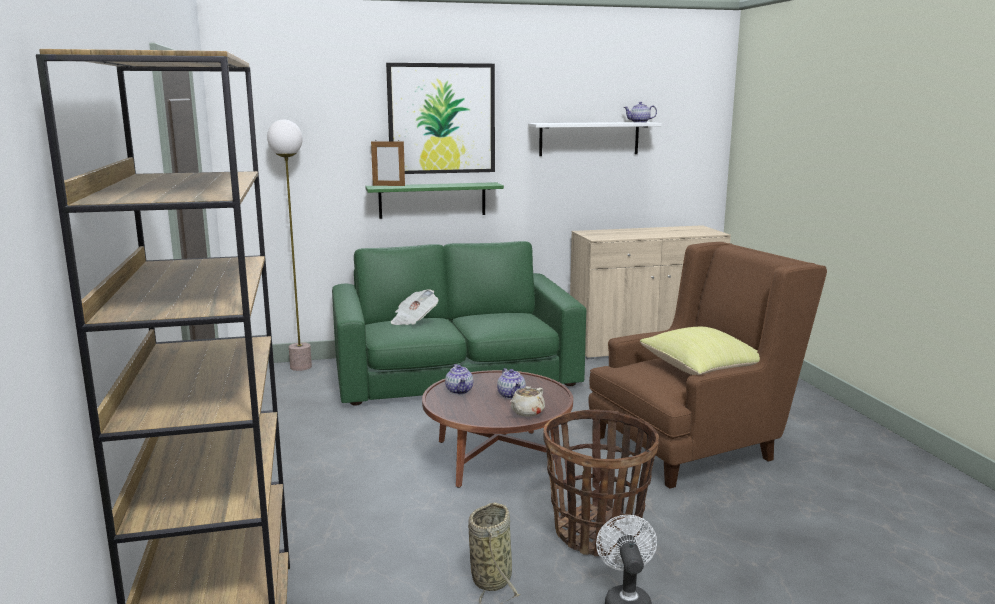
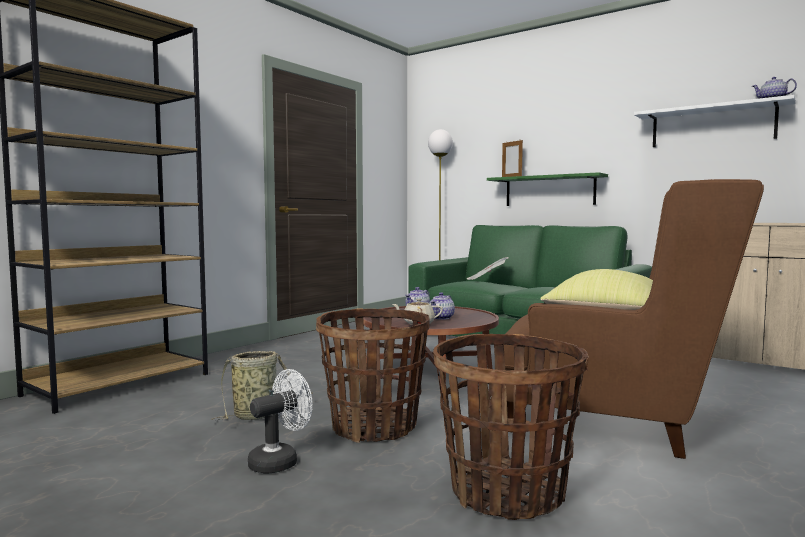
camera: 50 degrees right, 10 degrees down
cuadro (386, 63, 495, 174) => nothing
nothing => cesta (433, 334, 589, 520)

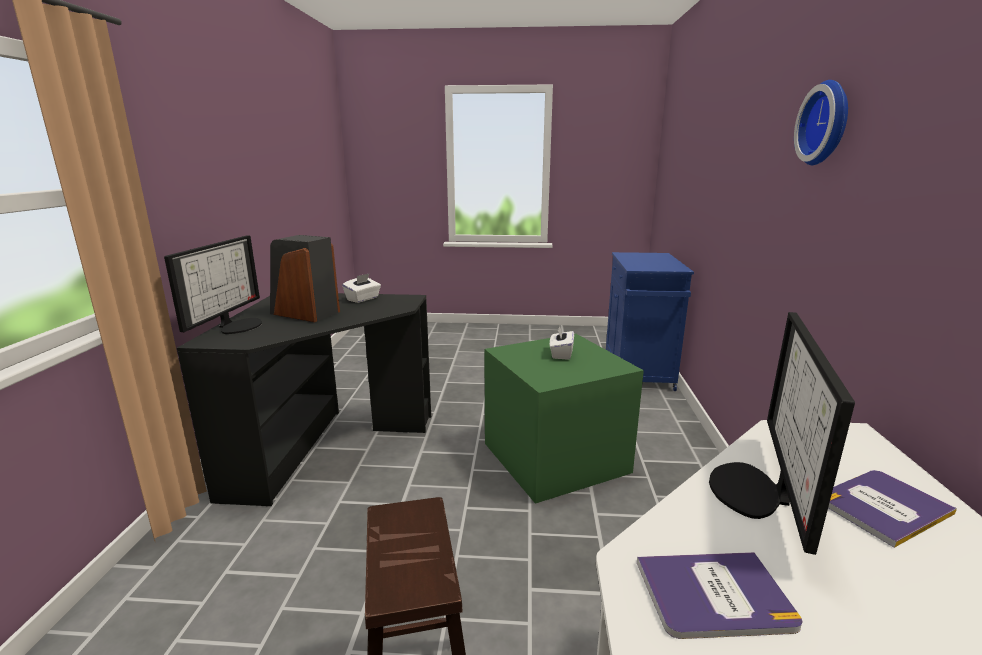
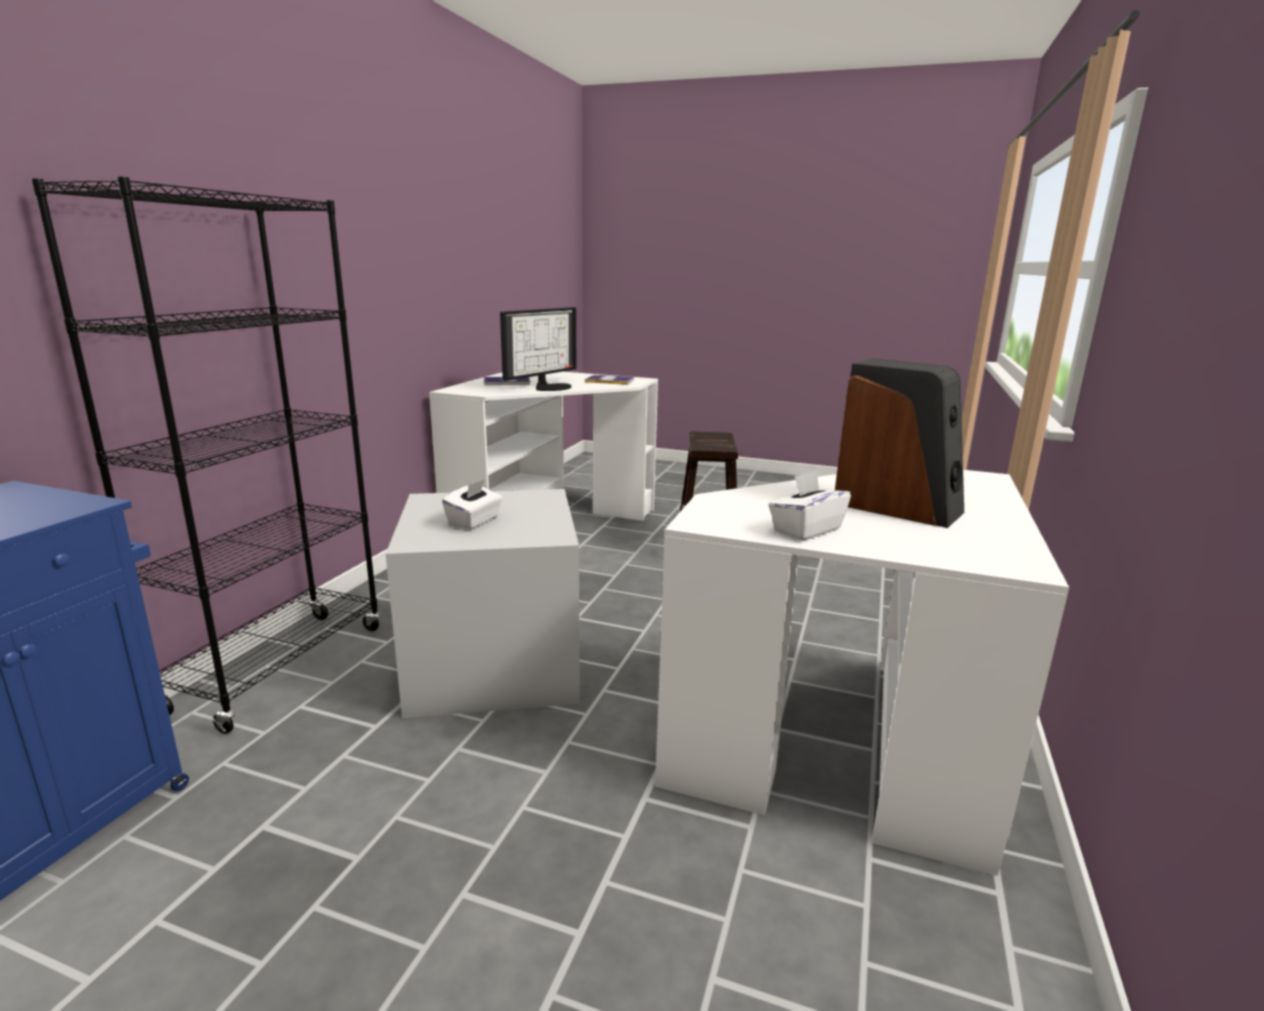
camera: 165 degrees left, 0 degrees up
monitor (164, 235, 262, 334) => nothing
reloj de pared (794, 80, 848, 165) => nothing
nothing => estantería [negro] (31, 176, 380, 734)
escritorio [negro] (177, 293, 431, 506) => escritorio [blanco] (655, 470, 1069, 876)
caja de almacenaje [verde] (484, 334, 644, 504) => caja de almacenaje [gris] (386, 489, 580, 718)

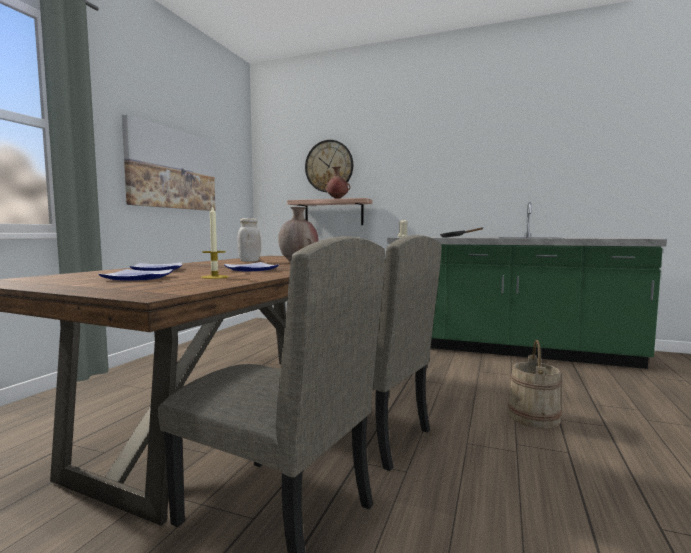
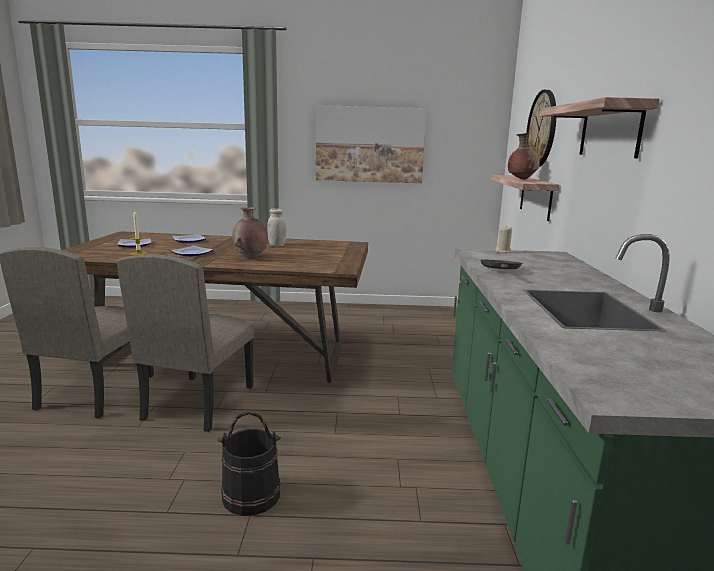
camera: 70 degrees right, 10 degrees up
nothing => estante (540, 97, 660, 158)
cubo [beis] (508, 340, 562, 429) => cubo [negro] (217, 411, 281, 516)

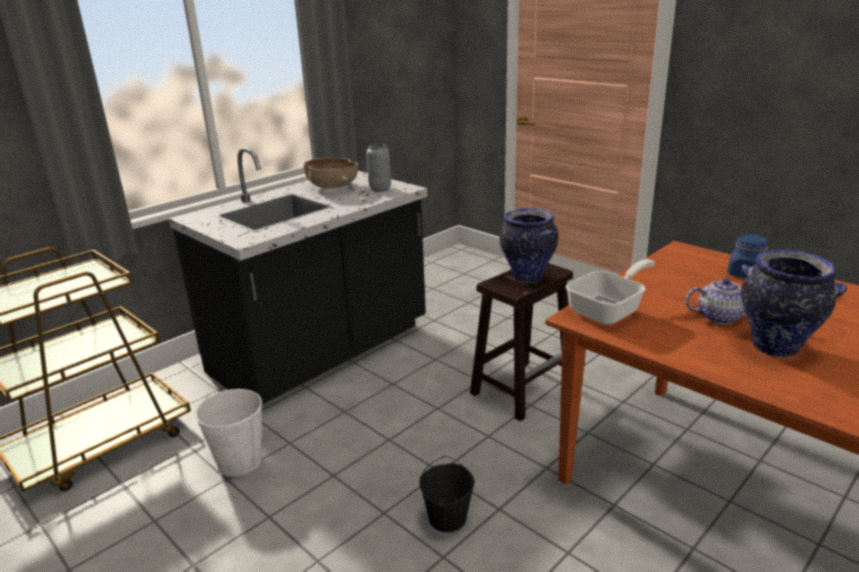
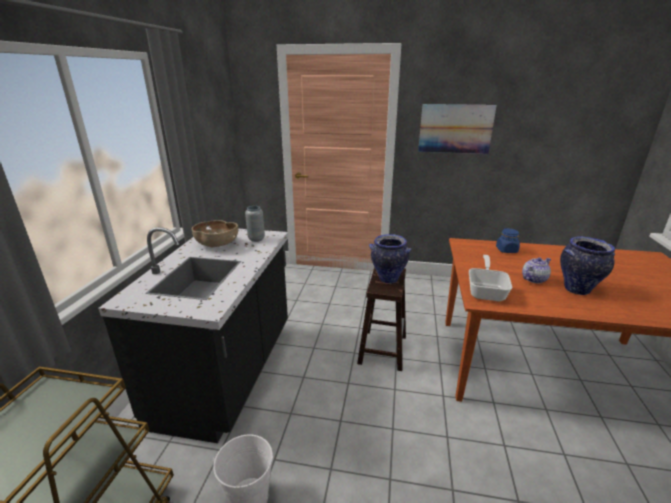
camera: 35 degrees left, 0 degrees up
cubo [negro] (420, 456, 474, 532) => nothing
nothing => cuadro (418, 104, 497, 154)

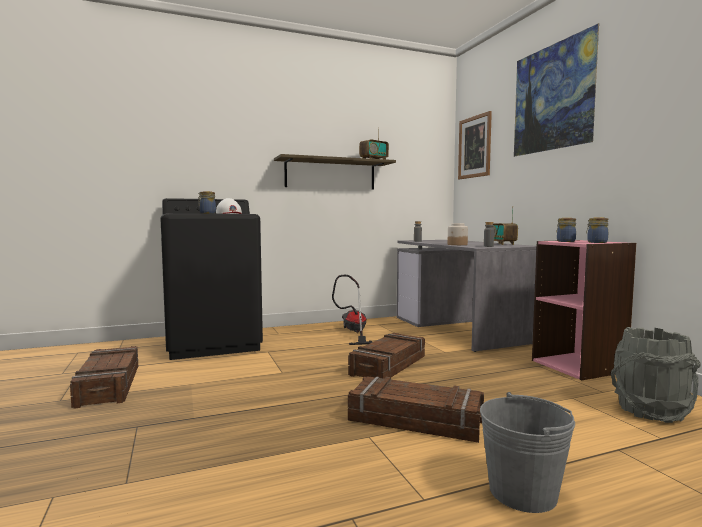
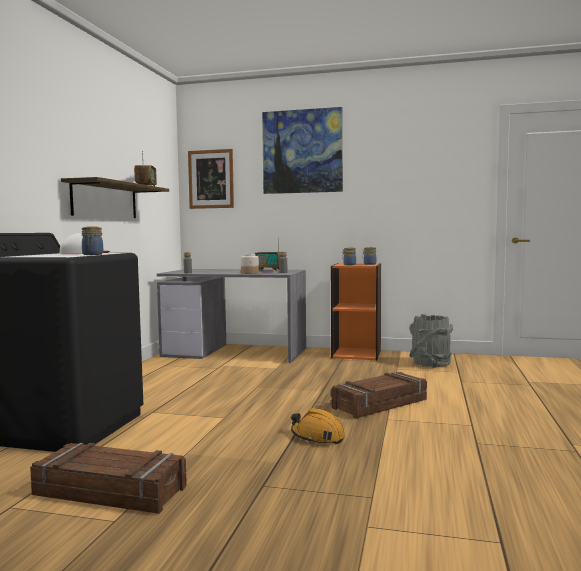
camera: 55 degrees left, 0 degrees up
aspiradora (332, 275, 372, 345) => nothing
caja de embalaje (348, 333, 425, 379) => nothing
cubo [gris] (480, 392, 575, 513) => nothing
nothing => casco [naranja] (291, 408, 345, 444)
estantería [rosa] (532, 240, 636, 381) => estantería [naranja] (331, 263, 381, 360)

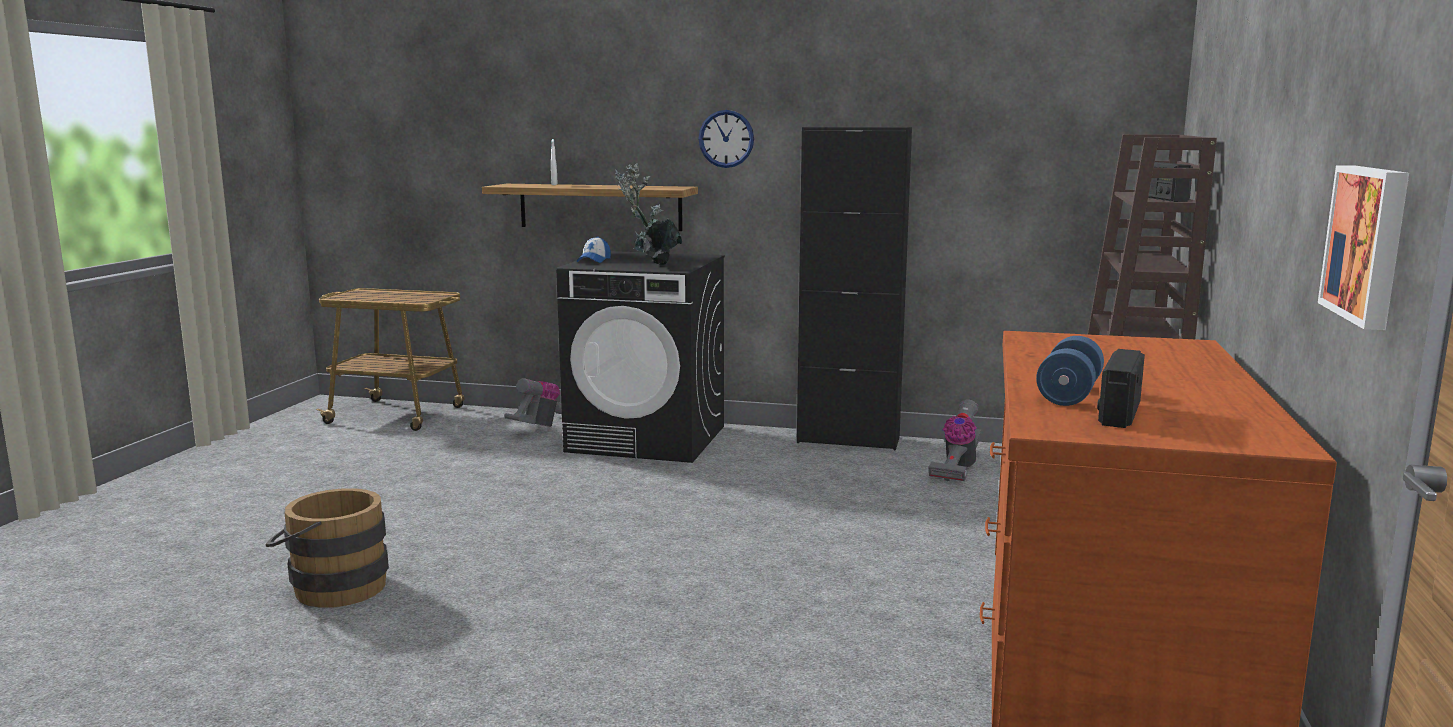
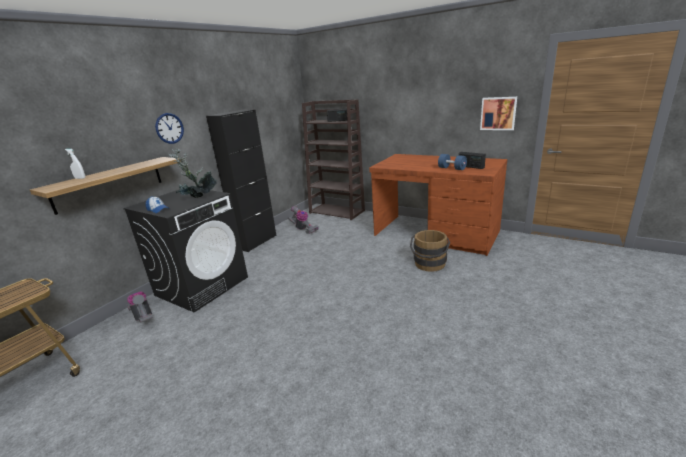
camera: 70 degrees left, 10 degrees up
cubo [marrón] (265, 488, 389, 608) => cubo [marrón] (410, 230, 450, 272), shifted

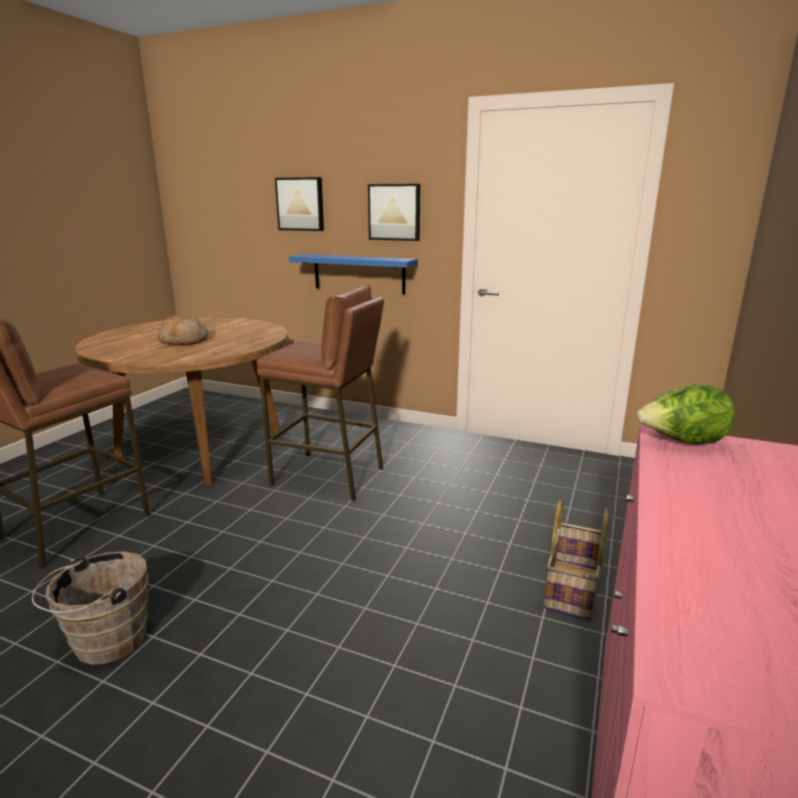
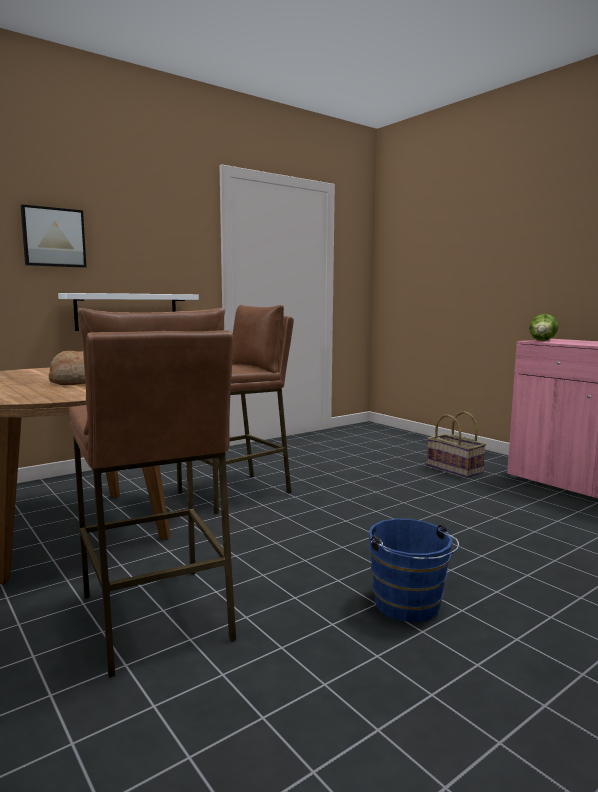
camera: 60 degrees left, 10 degrees down
cuadro (368, 184, 420, 241) => nothing
cubo [marrón] (32, 551, 148, 665) => cubo [azul] (369, 518, 459, 622)
estante [azul] (289, 254, 418, 294) => estante [blanco] (58, 293, 199, 331)

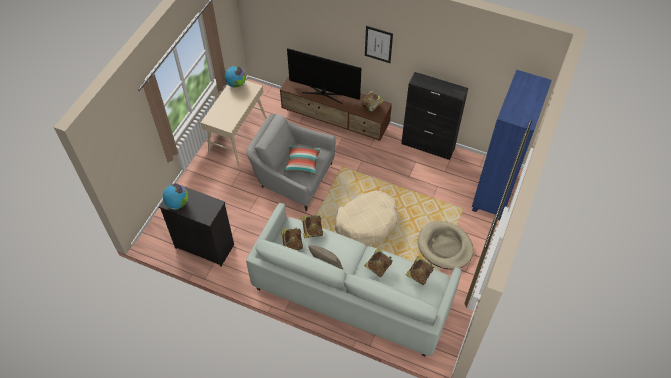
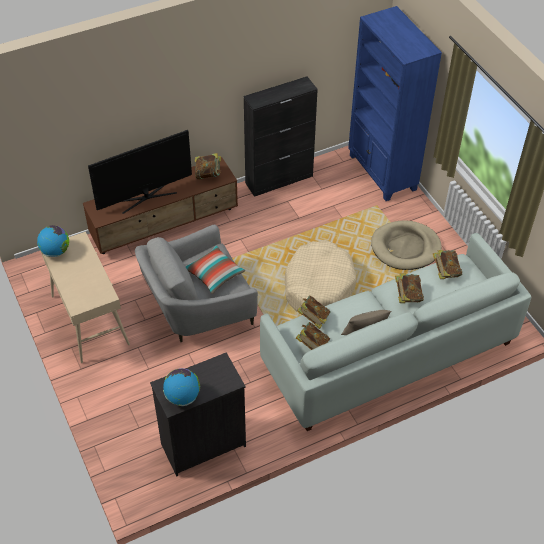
camera: 50 degrees left, 5 degrees down
cuadro (365, 26, 393, 63) => nothing

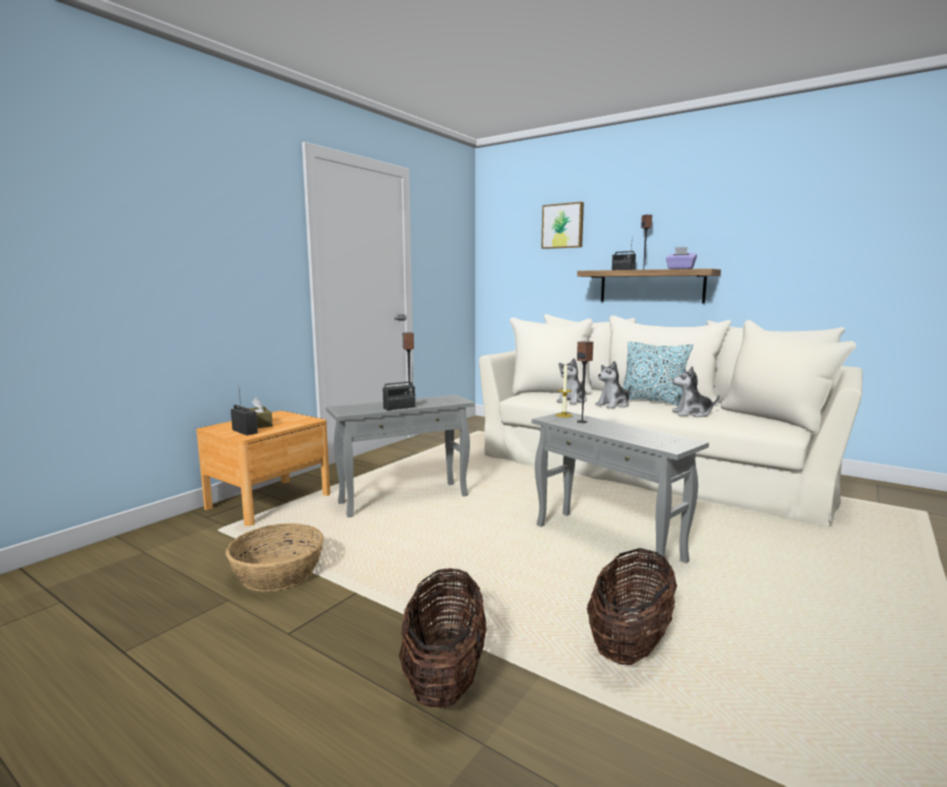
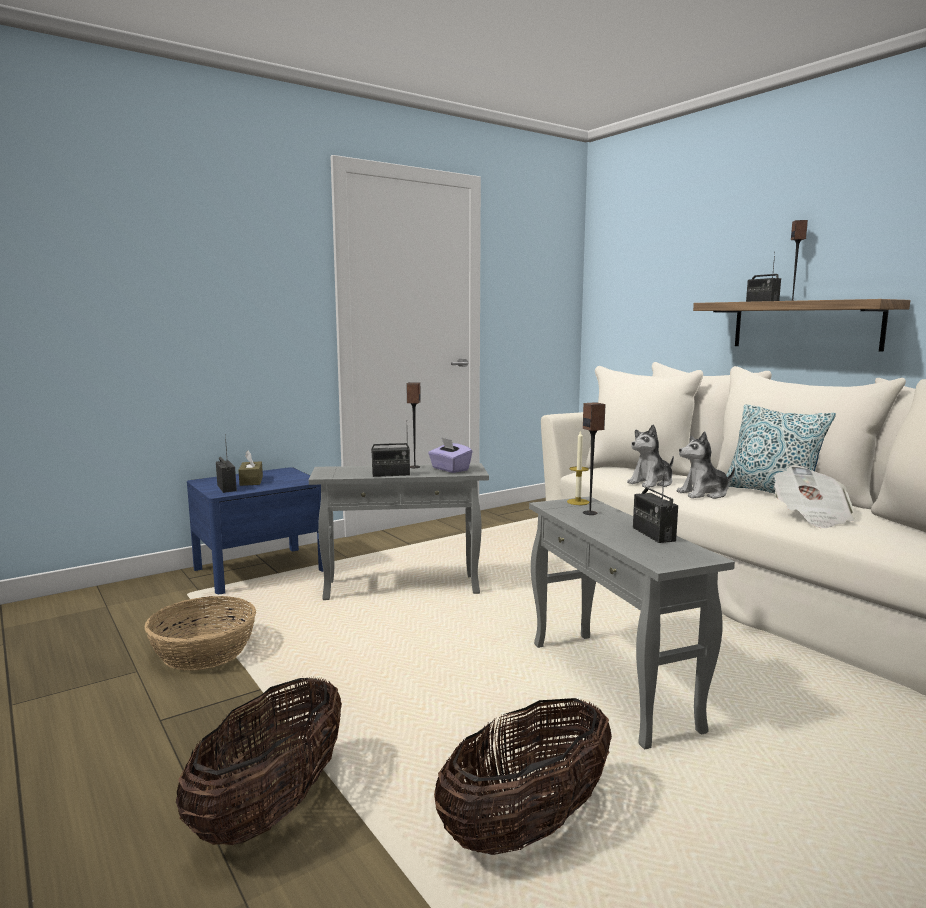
camera: 20 degrees right, 0 degrees up
cuadro (541, 202, 584, 249) => nothing
nothing => radio (633, 465, 678, 543)
caja de pañuelos [morado] (666, 247, 697, 269) => caja de pañuelos [morado] (428, 437, 473, 473), shifted
peluche (672, 366, 720, 417) => periódico (774, 466, 856, 528)
mesita de noche [marrón] (196, 411, 330, 526) => mesita de noche [azul] (187, 467, 323, 594)

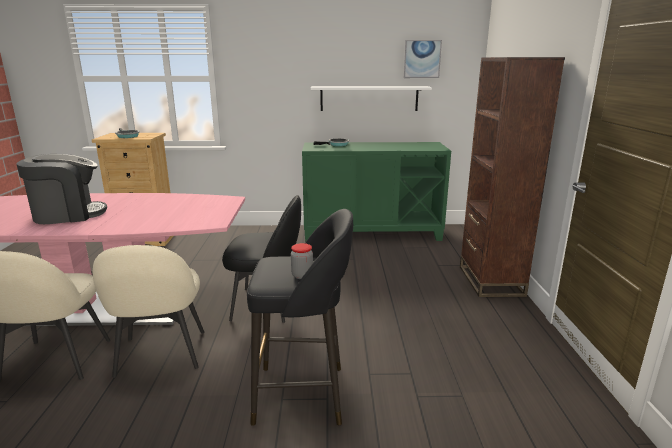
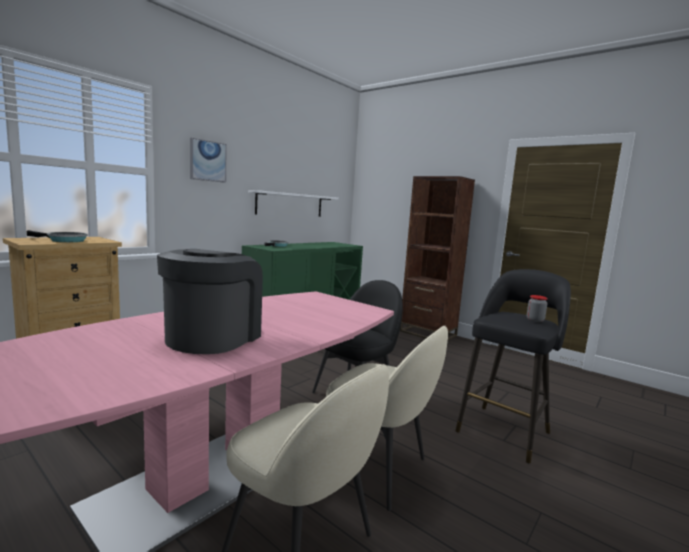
camera: 50 degrees left, 10 degrees down
cuadro (403, 40, 442, 78) => cuadro (190, 138, 227, 183), shifted

